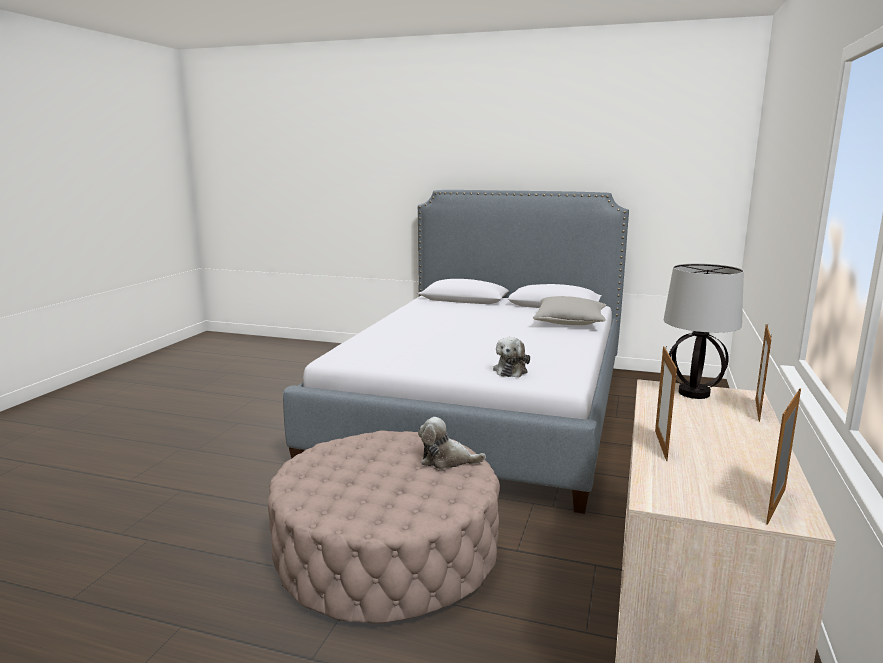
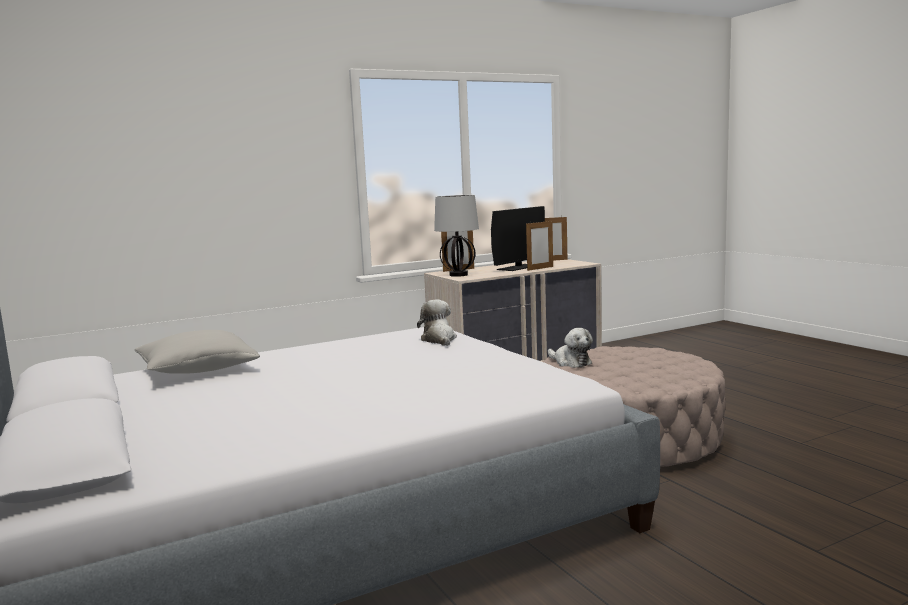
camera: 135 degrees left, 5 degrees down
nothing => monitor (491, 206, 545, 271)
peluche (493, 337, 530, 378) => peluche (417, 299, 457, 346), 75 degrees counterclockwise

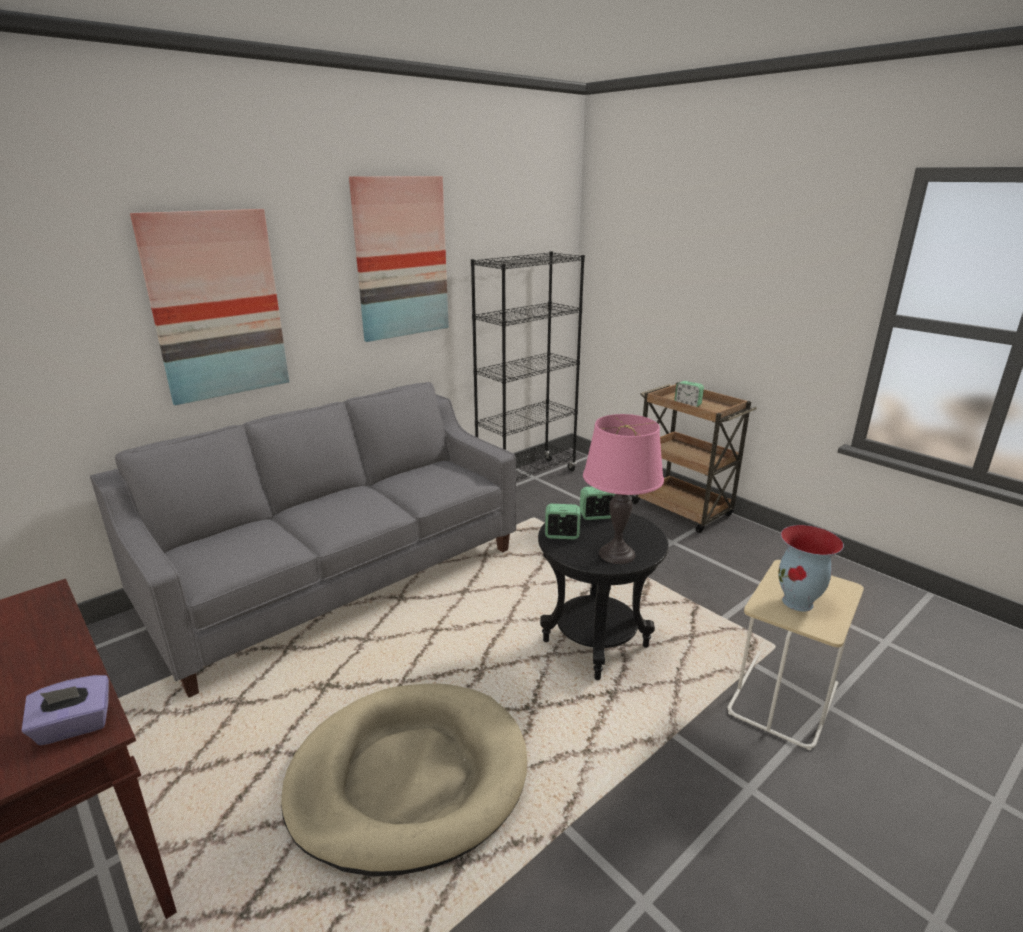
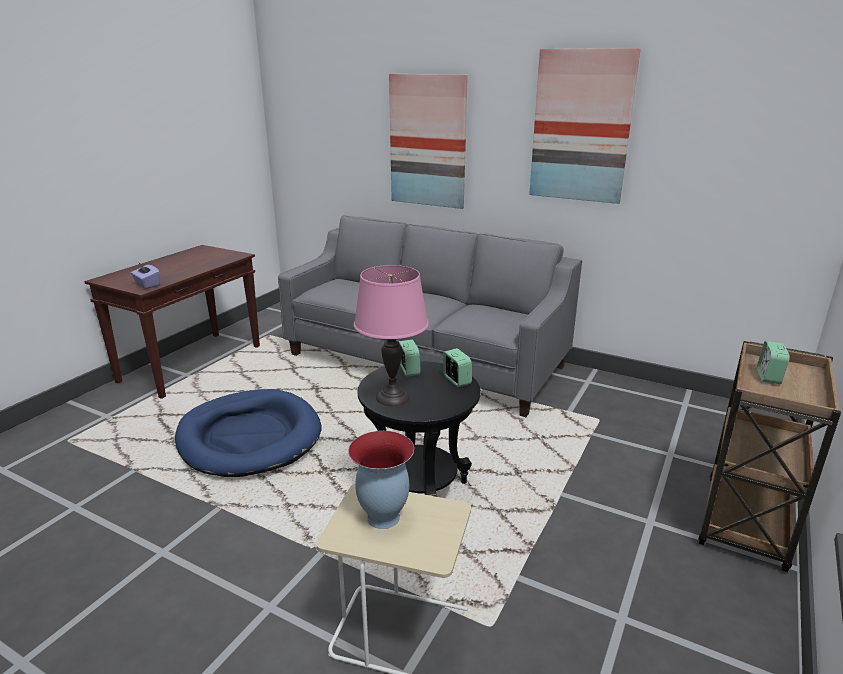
camera: 70 degrees right, 0 degrees up
estantería [negro] (471, 251, 585, 481) => nothing
cama para perro [beis] (281, 684, 527, 877) => cama para perro [azul] (175, 389, 321, 477)

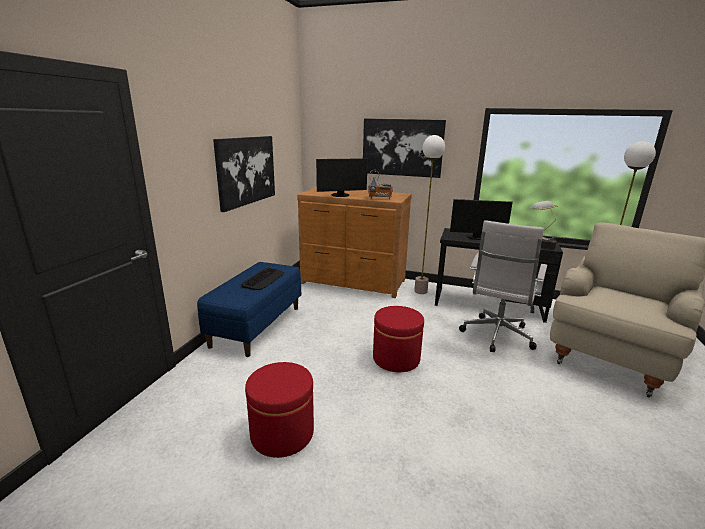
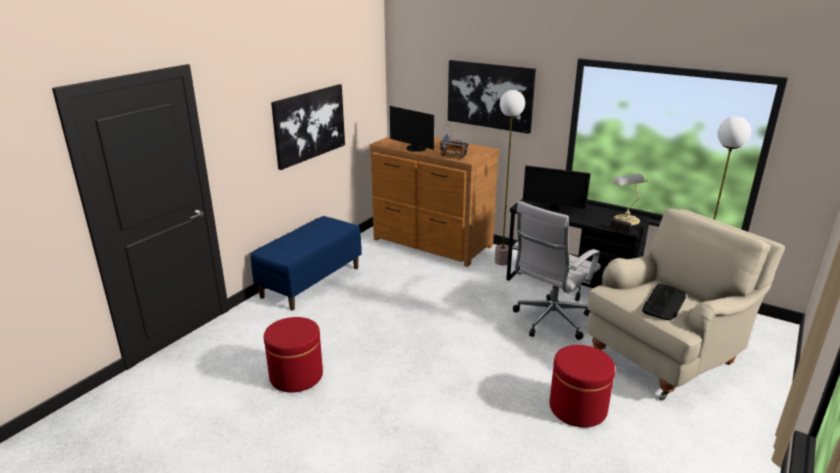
camera: 15 degrees right, 5 degrees up
teclado (241, 268, 284, 290) => teclado (642, 284, 686, 320), shifted
puf [rojo] (373, 306, 424, 372) => puf [rojo] (549, 345, 615, 427), shifted
monitor (316, 158, 368, 197) => monitor (390, 106, 434, 152), 45 degrees clockwise

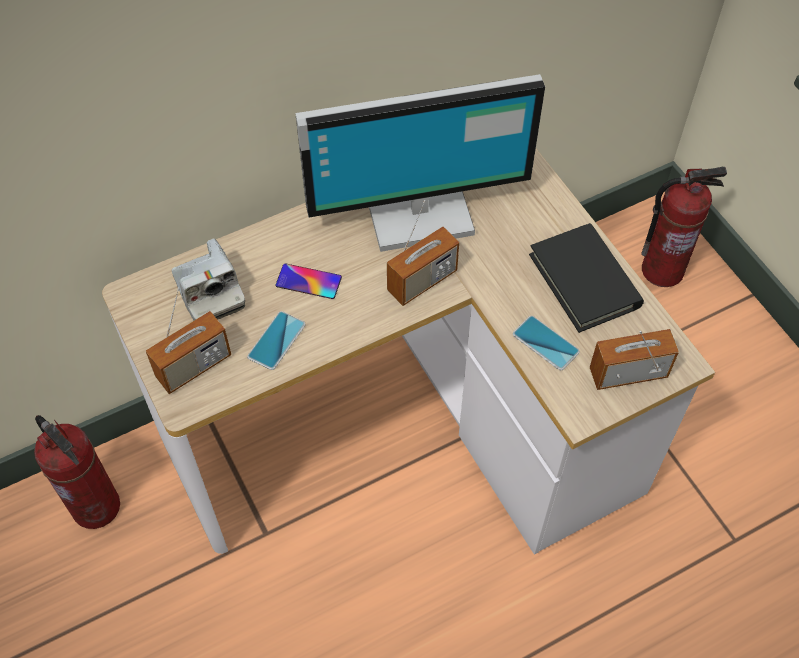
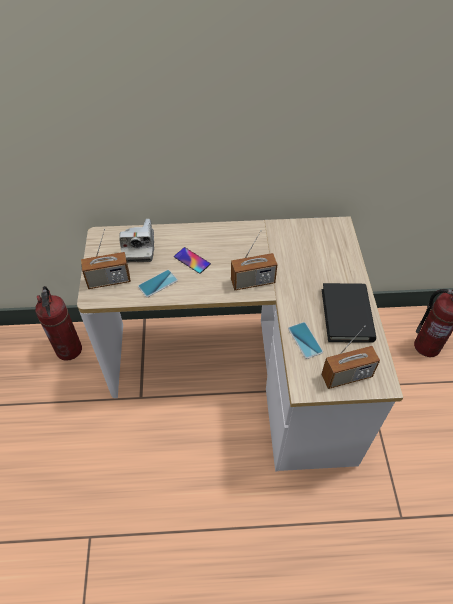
camera: 25 degrees right, 5 degrees down
monitor (295, 74, 545, 252) => nothing
radio (590, 329, 679, 390) => radio (321, 326, 380, 389), 150 degrees clockwise

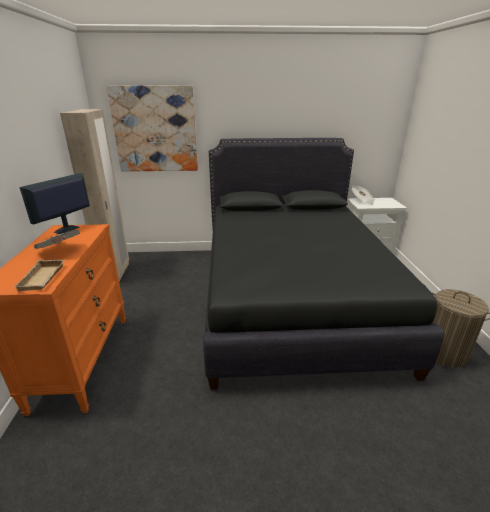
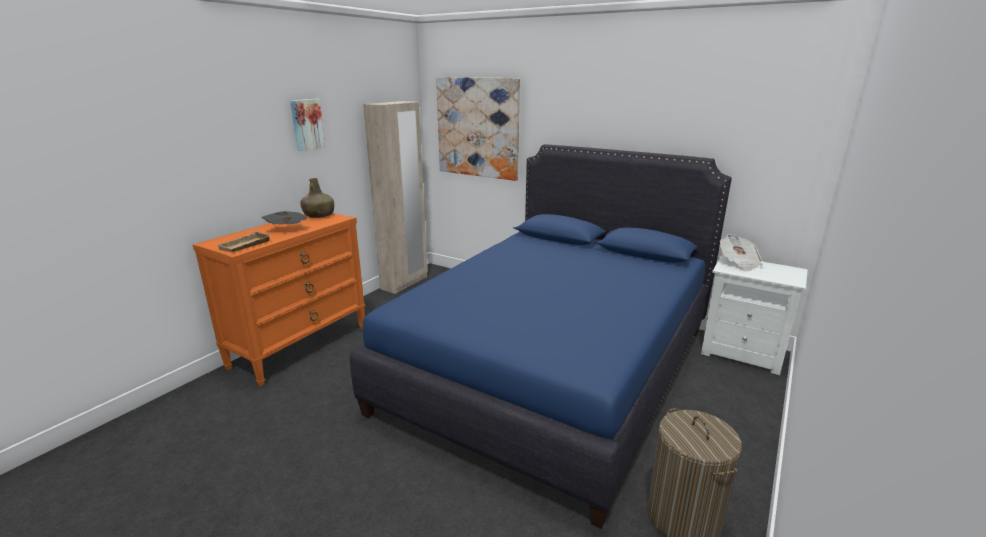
camera: 35 degrees right, 5 degrees down
nothing => cuadro (290, 99, 326, 151)
monitor (20, 173, 90, 234) => botella [verde] (300, 178, 334, 218)
cama [negro] (203, 138, 445, 390) => cama [azul] (350, 144, 732, 529)

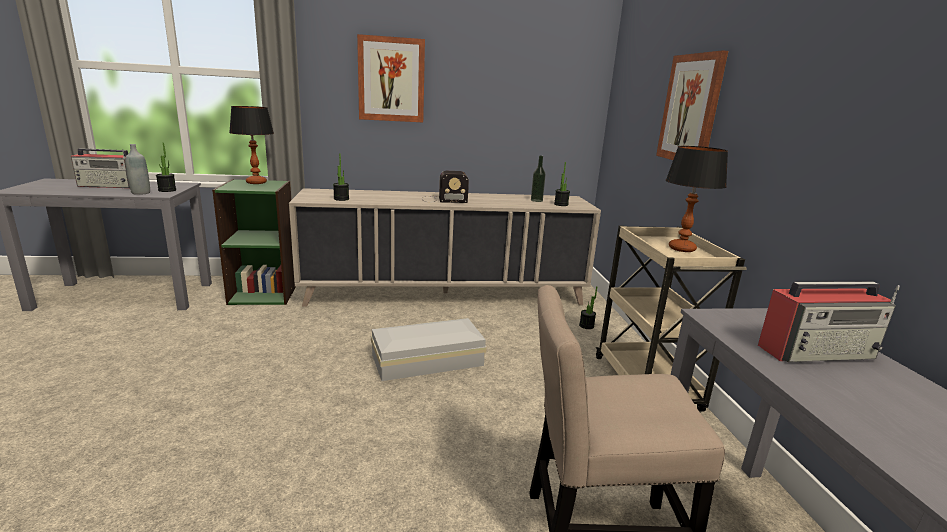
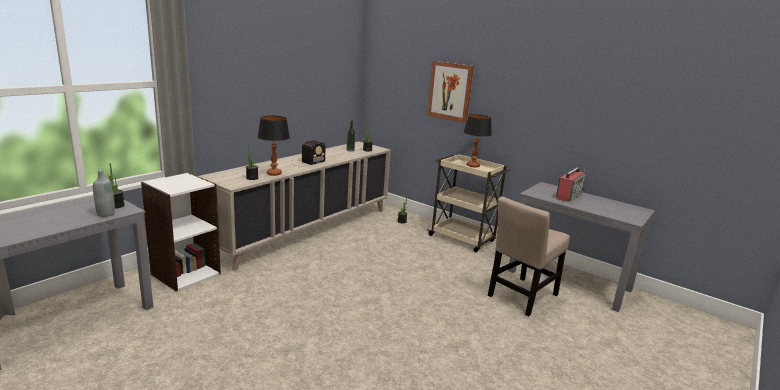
camera: 45 degrees left, 0 degrees up
radio (71, 148, 130, 188) => nothing
cuadro (357, 34, 425, 122) => nothing
caja de almacenaje [blanco] (371, 318, 487, 381) => nothing
lámpara de mesa (229, 106, 274, 184) => lámpara de mesa (257, 116, 290, 176), shifted
estantería [verde] (212, 179, 295, 305) => estantería [blanco] (141, 172, 221, 292)

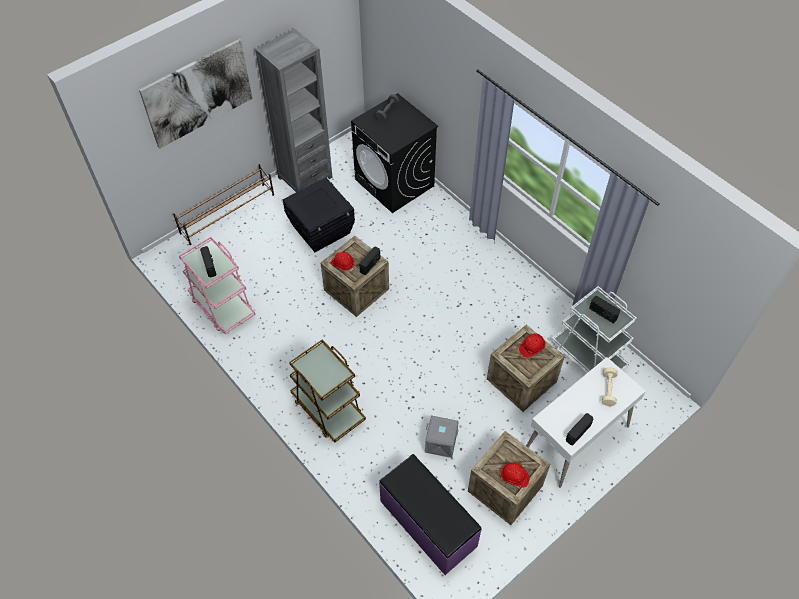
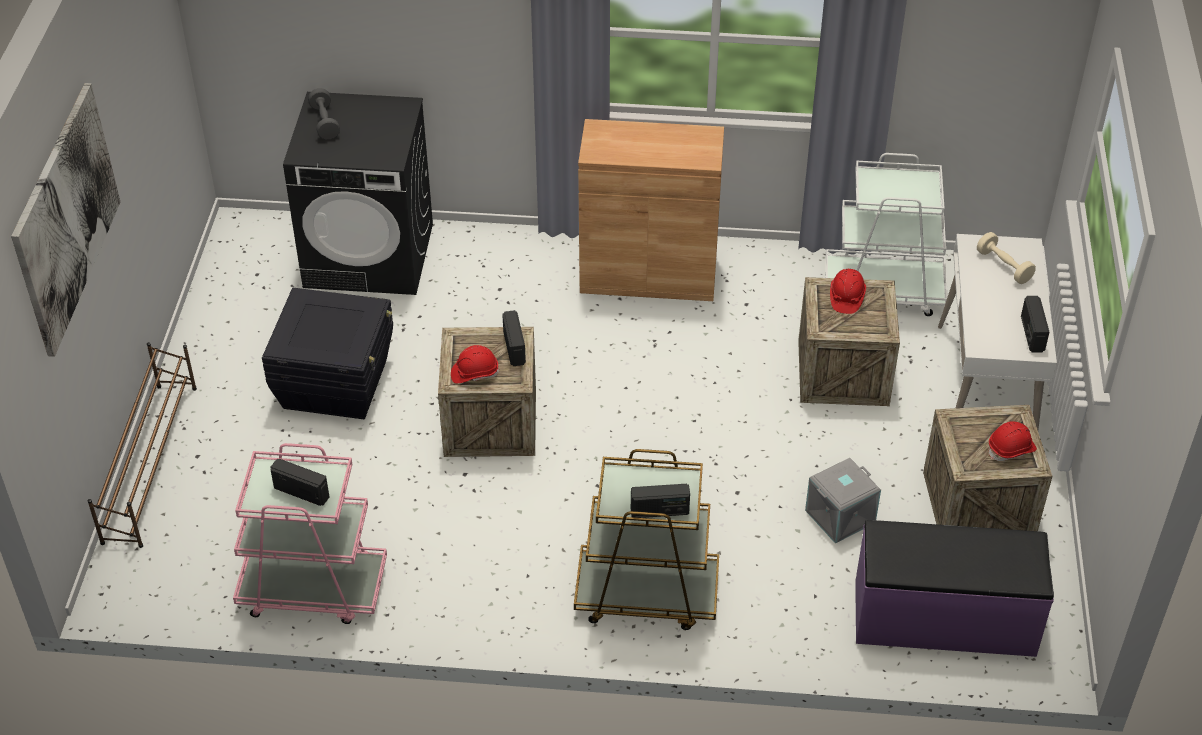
camera: 45 degrees left, 10 degrees down
estantería [gris] (255, 29, 332, 192) => nothing
nothing => armario [marrón] (578, 119, 724, 301)
radio (589, 296, 620, 323) => radio (631, 484, 690, 518), shifted

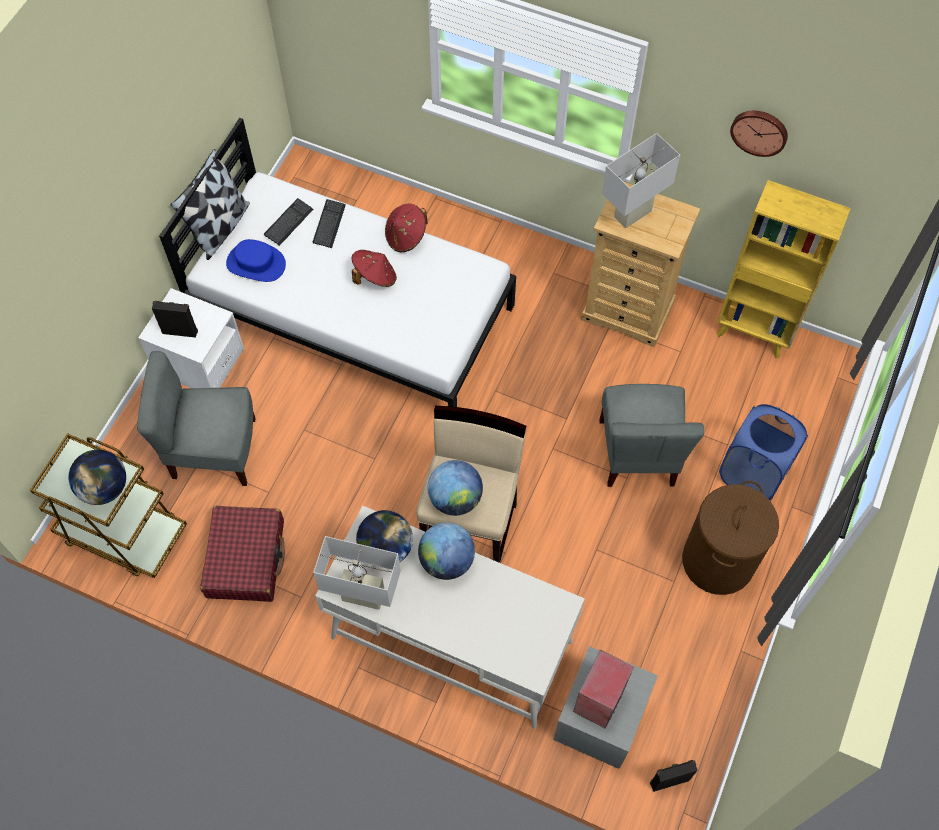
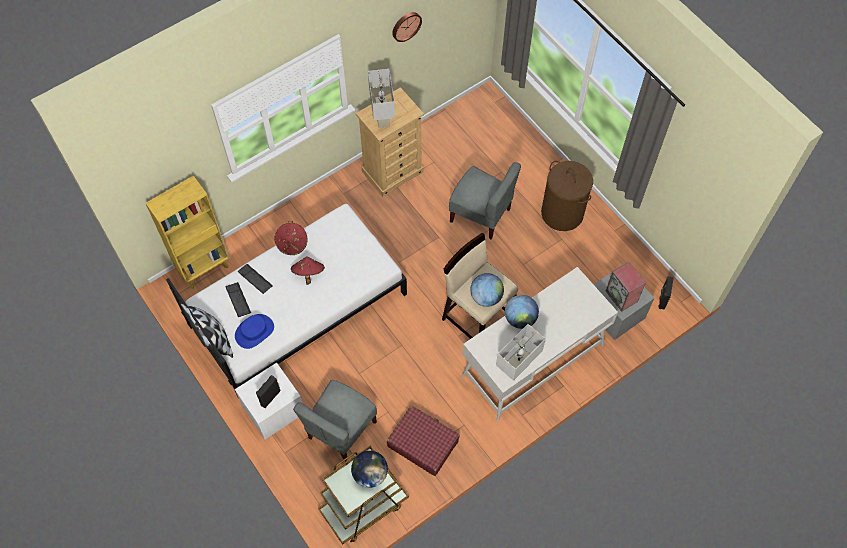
camera: 60 degrees left, 0 degrees up
globo terráqueo (356, 510, 413, 563) => nothing
cesto de la ropa [azul] (719, 404, 808, 501) => nothing
estantería [amarillo] (717, 180, 851, 358) => estantería [amarillo] (145, 176, 230, 289), shifted

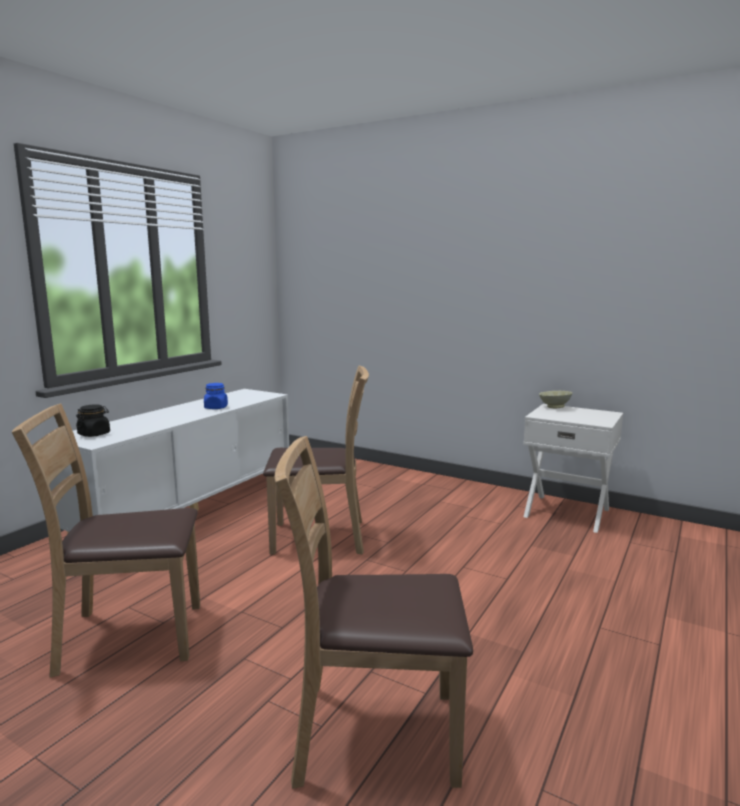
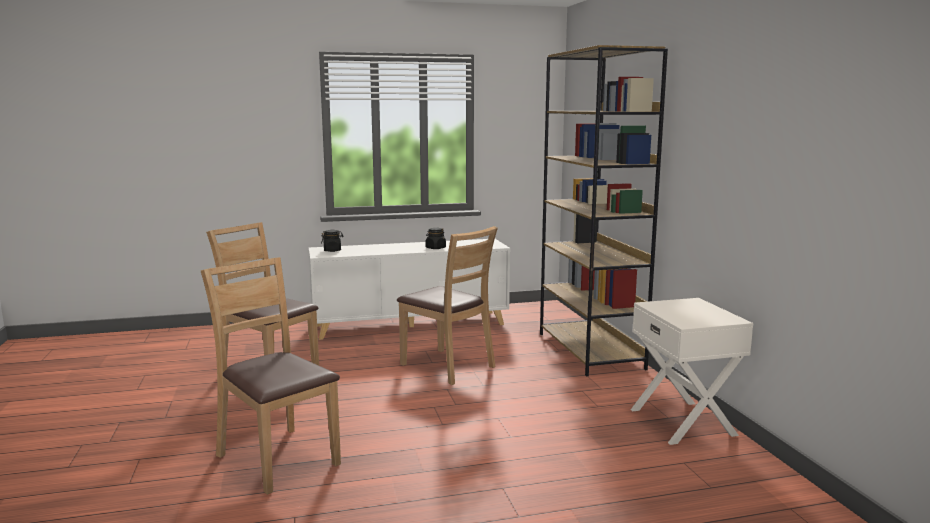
camera: 45 degrees right, 0 degrees up
cuenco [beis] (539, 391, 573, 408) => nothing
nothing => estantería [marrón] (540, 45, 668, 376)
tarro [azul] (204, 383, 228, 409) => tarro [negro] (425, 228, 446, 249)

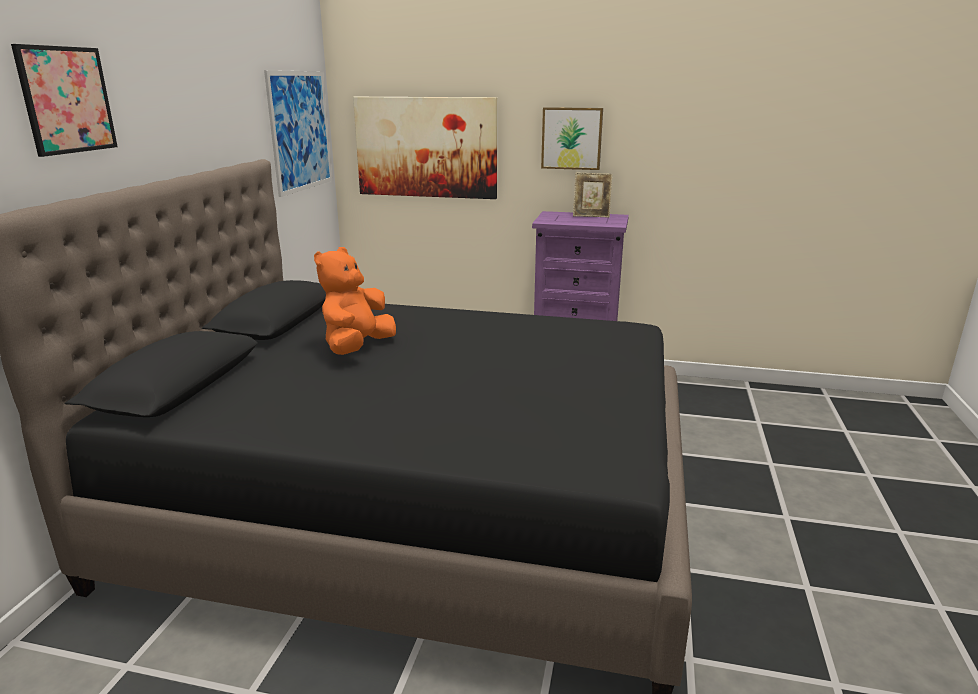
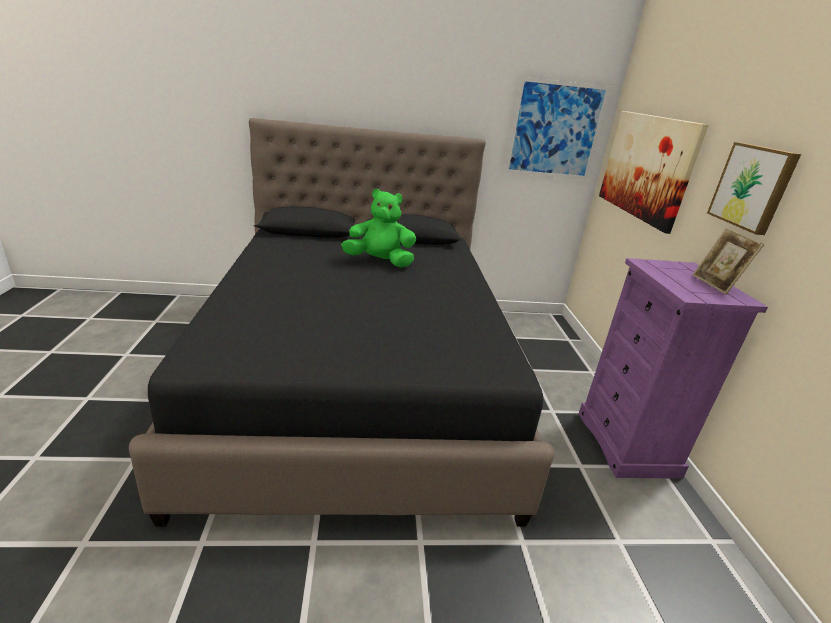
camera: 70 degrees right, 5 degrees up
cuadro (11, 44, 118, 157) => nothing
peluche [naranja] (314, 247, 396, 355) => peluche [verde] (341, 189, 416, 268)

